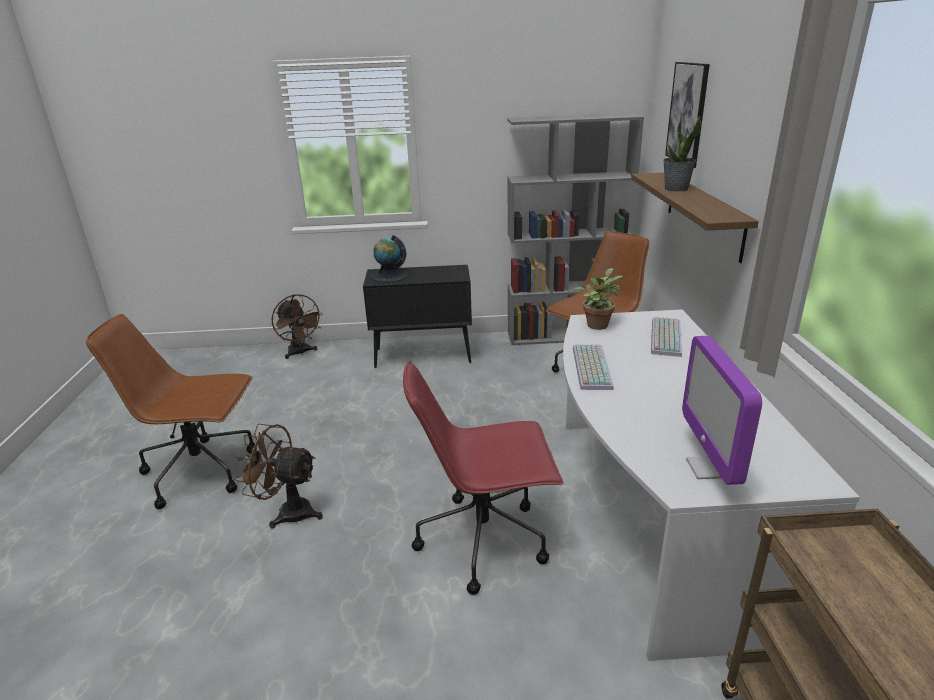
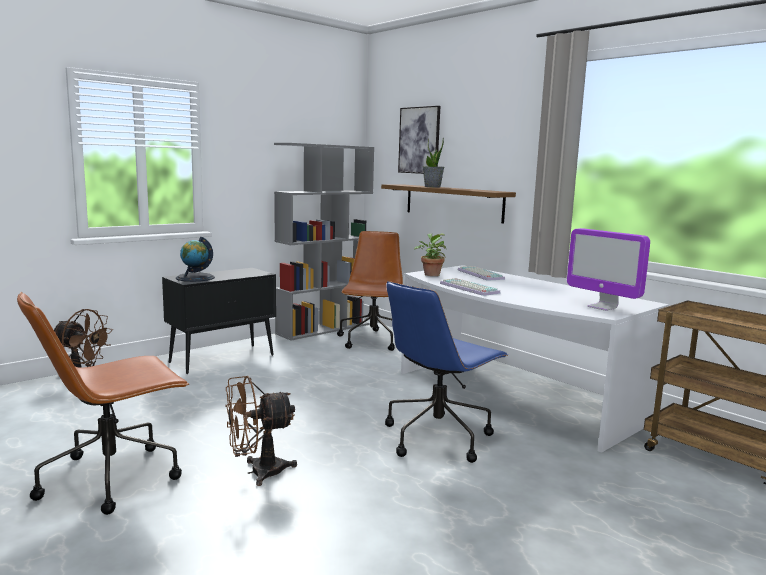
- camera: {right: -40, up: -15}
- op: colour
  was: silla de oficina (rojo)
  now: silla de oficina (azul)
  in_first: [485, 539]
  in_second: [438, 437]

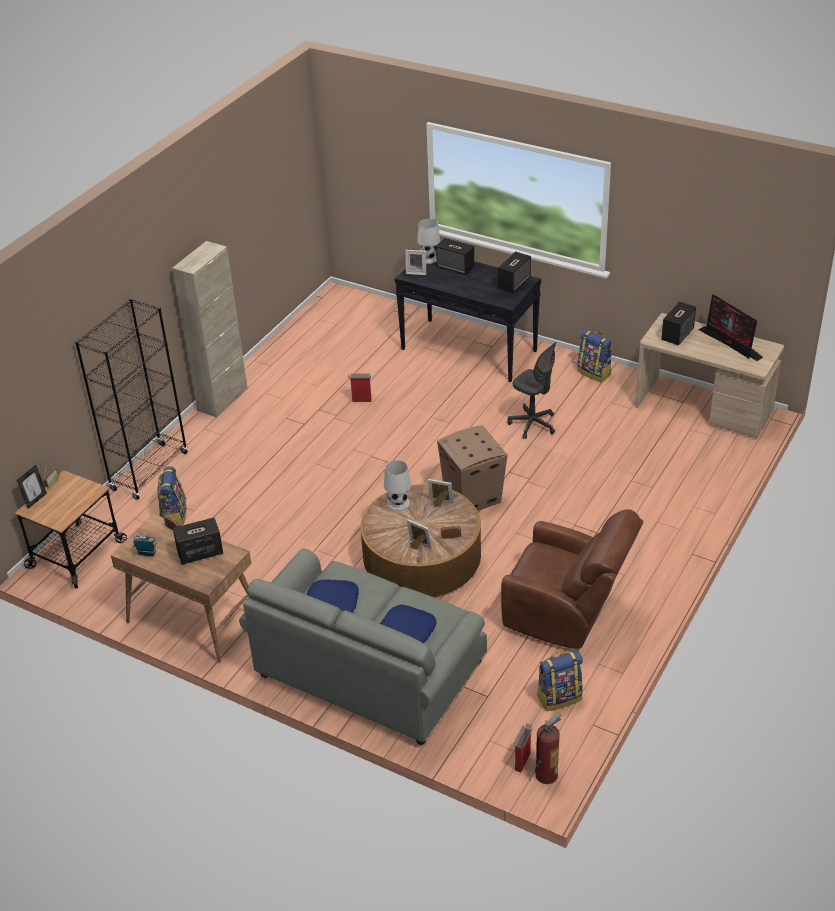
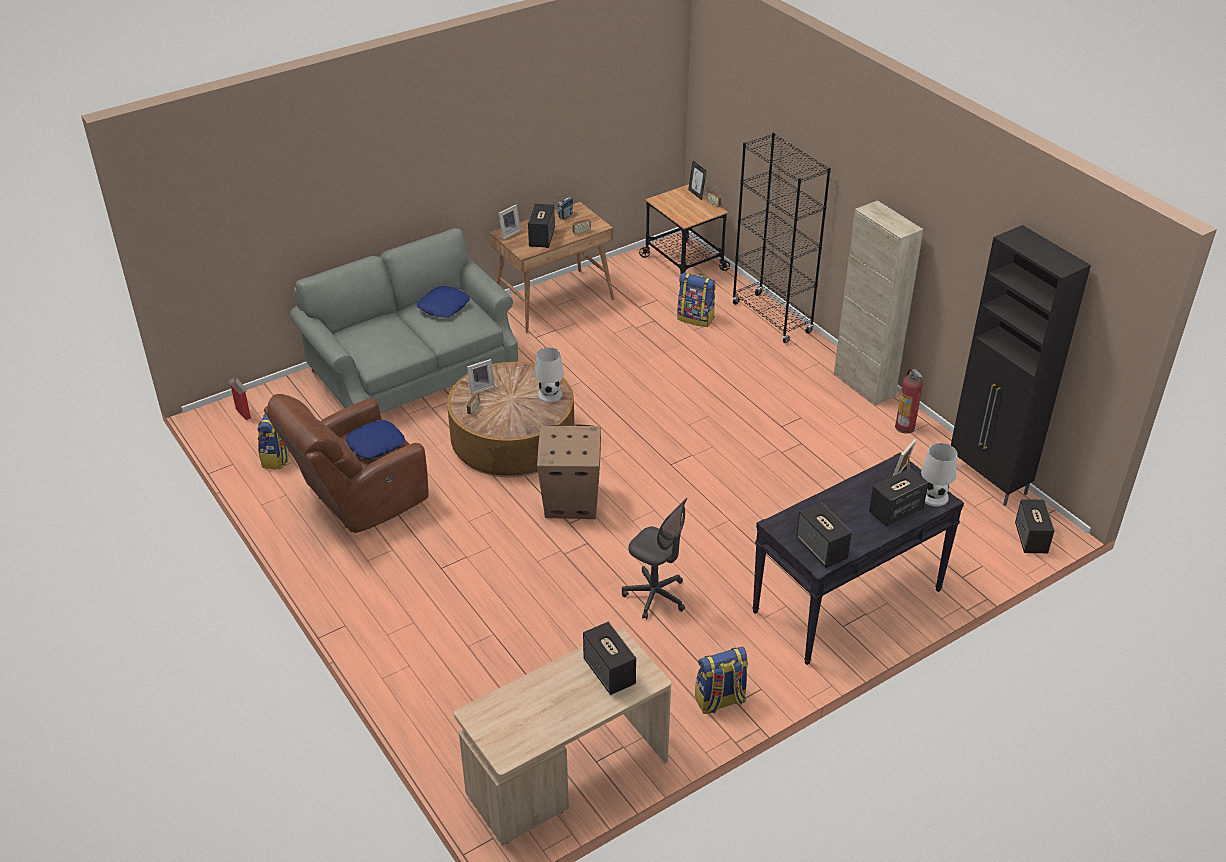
- camera: {right: 115, up: 0}
- op: missing
  was: caja de cartón
  in_first: [361, 400]
- op: missing
  was: monitor
  in_first: [730, 344]
- op: appeared
  now: armario (negro)
  in_second: [988, 480]
- op: appeared
  now: altavoz
  in_second: [1031, 539]
- op: relocated
  was: cojín (azul)
  in_first: [407, 630]
  in_second: [375, 444]
- op: relocated
  was: portarretratos
  in_first: [440, 503]
  in_second: [508, 233]
- op: relocated
  was: extintor
  in_first: [546, 774]
  in_second: [905, 427]
- op: spun
  was: silla de oficina (gris)
  in_first: [533, 424]
  in_second: [655, 596]
  clockwise: -120

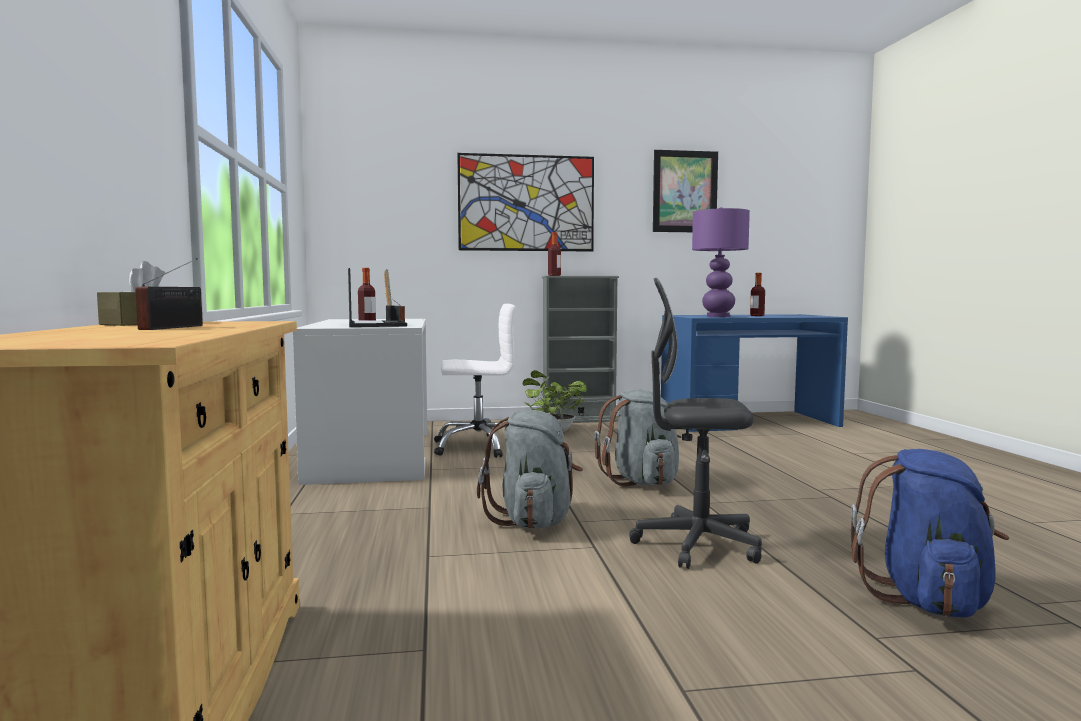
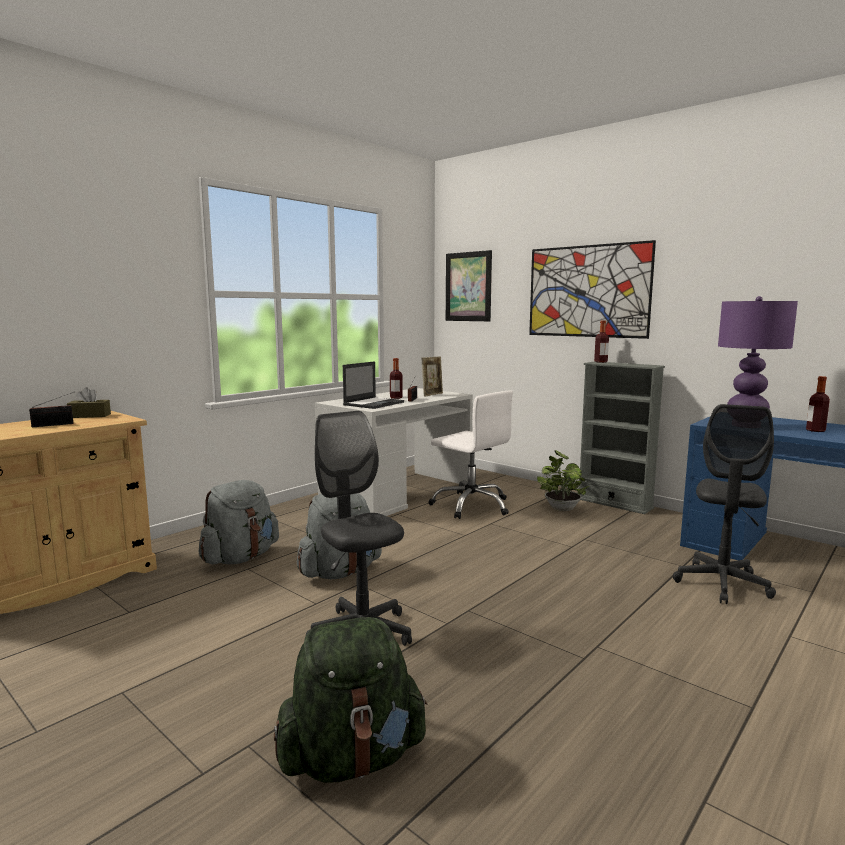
- camera: {right: 50, up: 5}
- op: appeared
  now: silla de oficina (gris)
  in_second: [722, 584]
- op: relocated
  was: mochila (gris)
  in_first: [642, 482]
  in_second: [240, 558]
- op: relocated
  was: cuadro
  in_first: [685, 191]
  in_second: [468, 286]
- op: colour
  was: mochila (azul)
  now: mochila (verde)
  in_first: [927, 599]
  in_second: [352, 758]

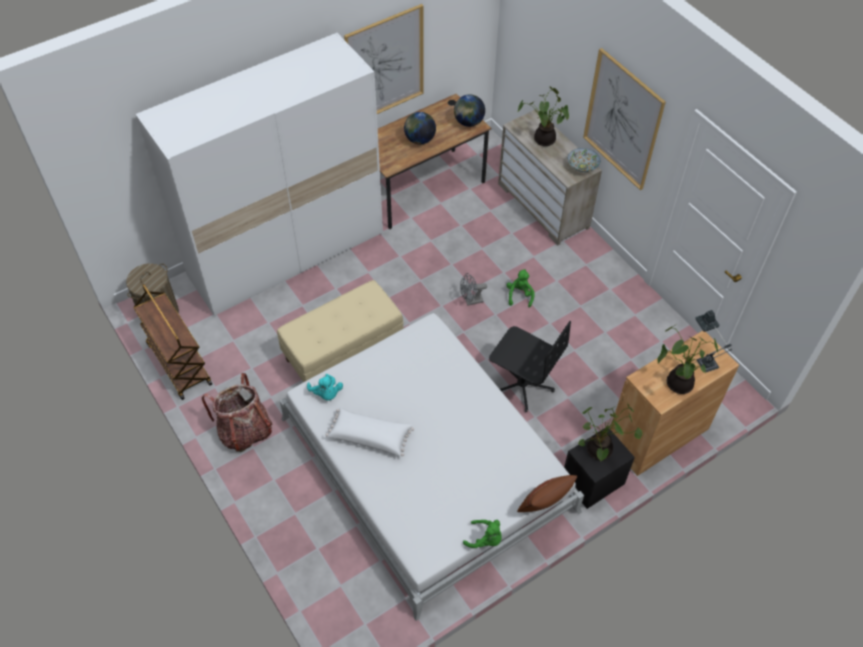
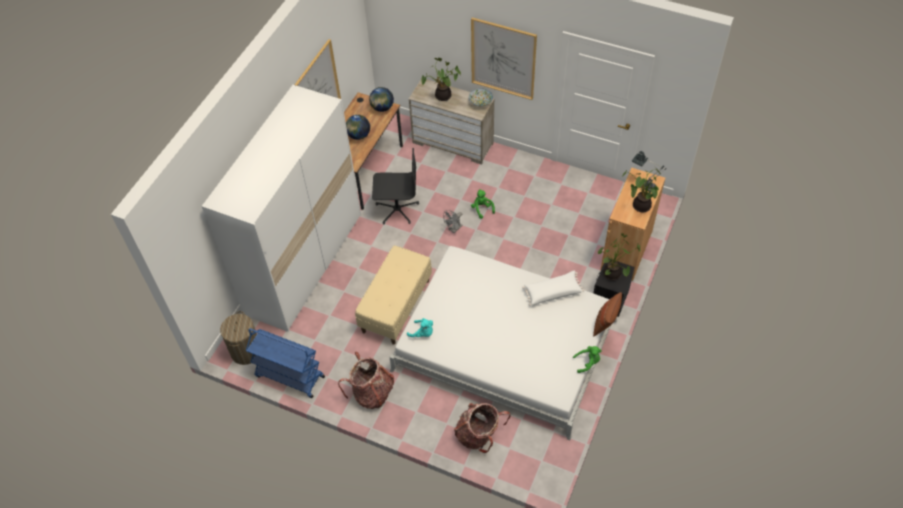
- camera: {right: -30, up: 0}
- op: appeared
  now: mochila
  in_second: [479, 434]
- op: relocated
  was: cojín (blanco)
  in_first: [370, 436]
  in_second: [552, 292]
- op: relocated
  was: silla de oficina (negro)
  in_first: [522, 384]
  in_second: [397, 209]
- op: colour
  was: carrito (marrón)
  now: carrito (azul)
  in_first: [179, 364]
  in_second: [289, 376]

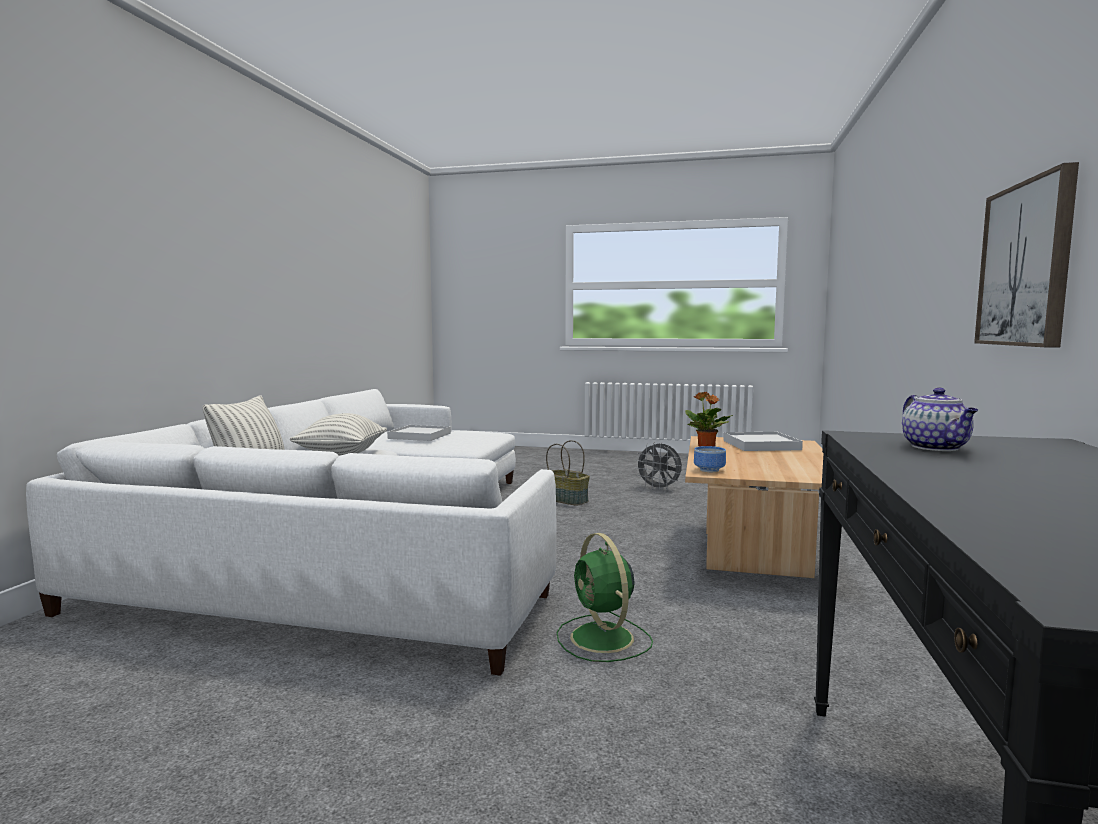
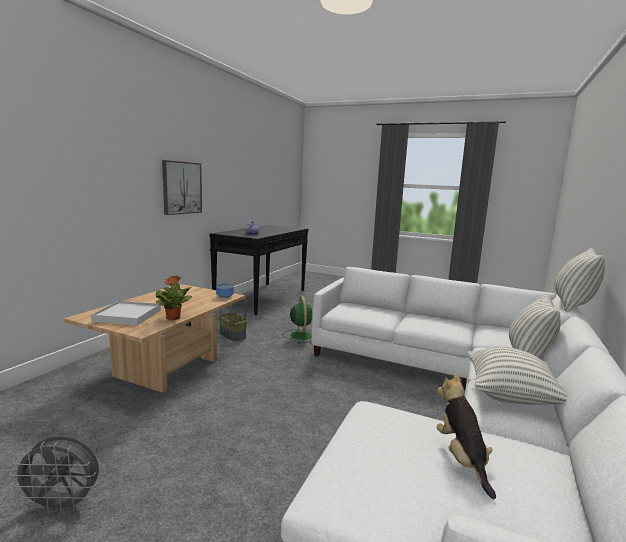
- camera: {right: -170, up: 5}
- op: appeared
  now: cojín
  in_second: [572, 305]
- op: relocated
  was: cesta
  in_first: [567, 500]
  in_second: [232, 335]
- op: exchanged
  was: bandeja (blanco)
  now: peluche
  in_first: [419, 436]
  in_second: [462, 459]
- op: spun
  was: ventilador (gris)
  in_first: [659, 489]
  in_second: [63, 505]
  clockwise: 135

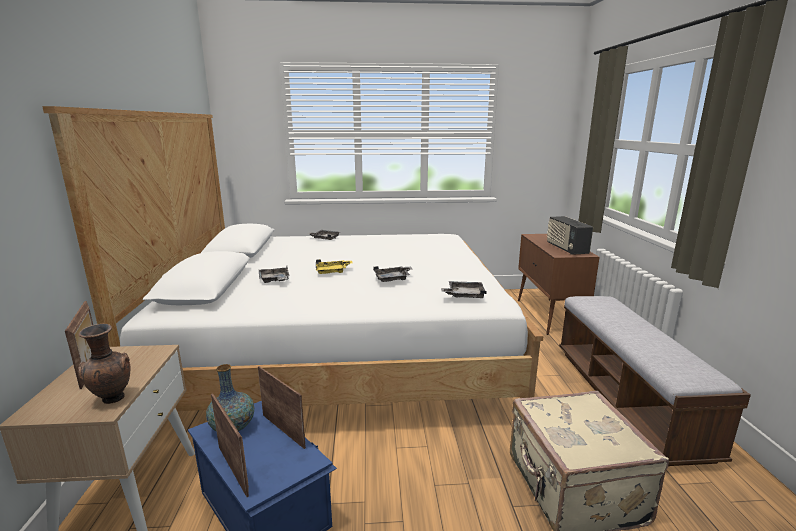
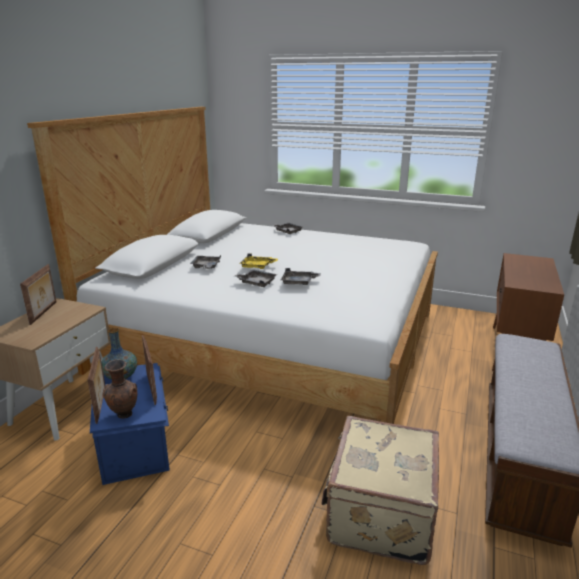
- camera: {right: 25, up: 5}
- op: missing
  was: radio
  in_first: [566, 249]
- op: relocated
  was: florero (marrón)
  in_first: [112, 400]
  in_second: [123, 415]
- op: relocated
  was: bandeja (gris)
  in_first: [464, 295]
  in_second: [256, 283]

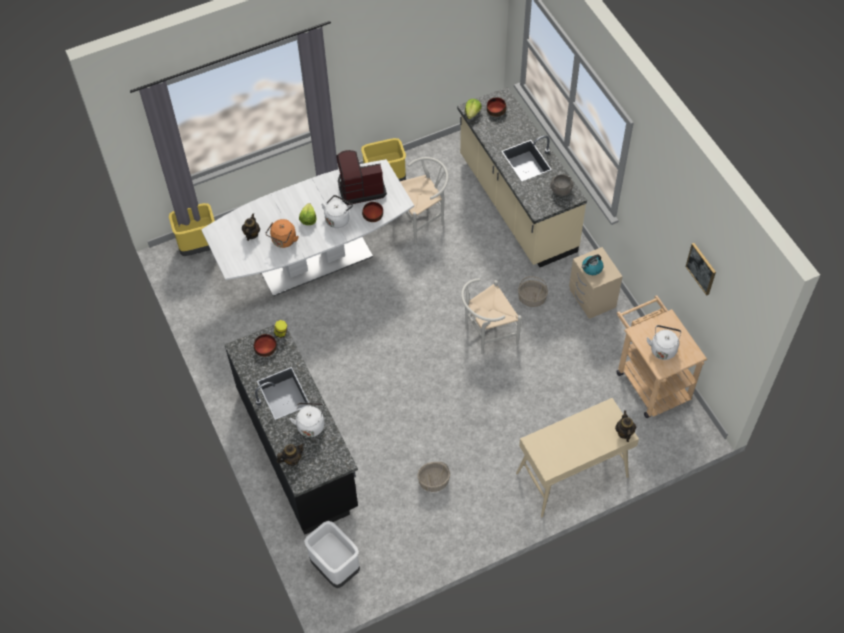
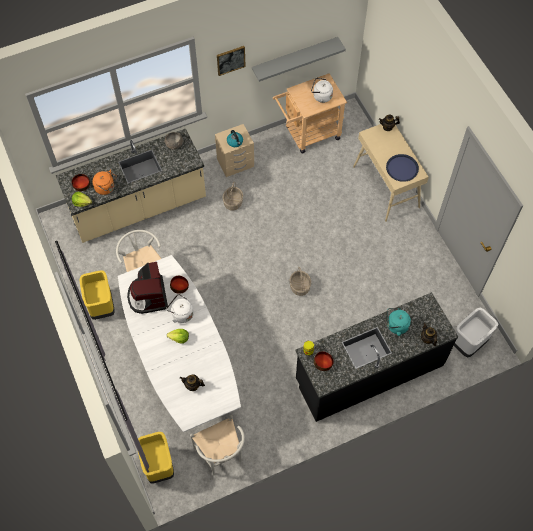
- camera: {right: -90, up: 5}
- op: appeared
  now: estante (gris)
  in_second: [294, 58]
- op: appeared
  now: bandeja (azul)
  in_second: [402, 168]
- op: relocated
  was: hervidor (naranja)
  in_first: [283, 241]
  in_second: [106, 188]
- op: relocated
  was: cesta
  in_first: [433, 481]
  in_second: [300, 287]
- op: relocated
  was: silla (blanco)
  in_first: [486, 335]
  in_second: [221, 456]
- op: relocated
  was: cuadro
  in_first: [701, 268]
  in_second: [230, 60]
- op: colour
  was: hervidor (blanco)
  now: hervidor (turquesa)
  in_first: [310, 425]
  in_second: [396, 326]

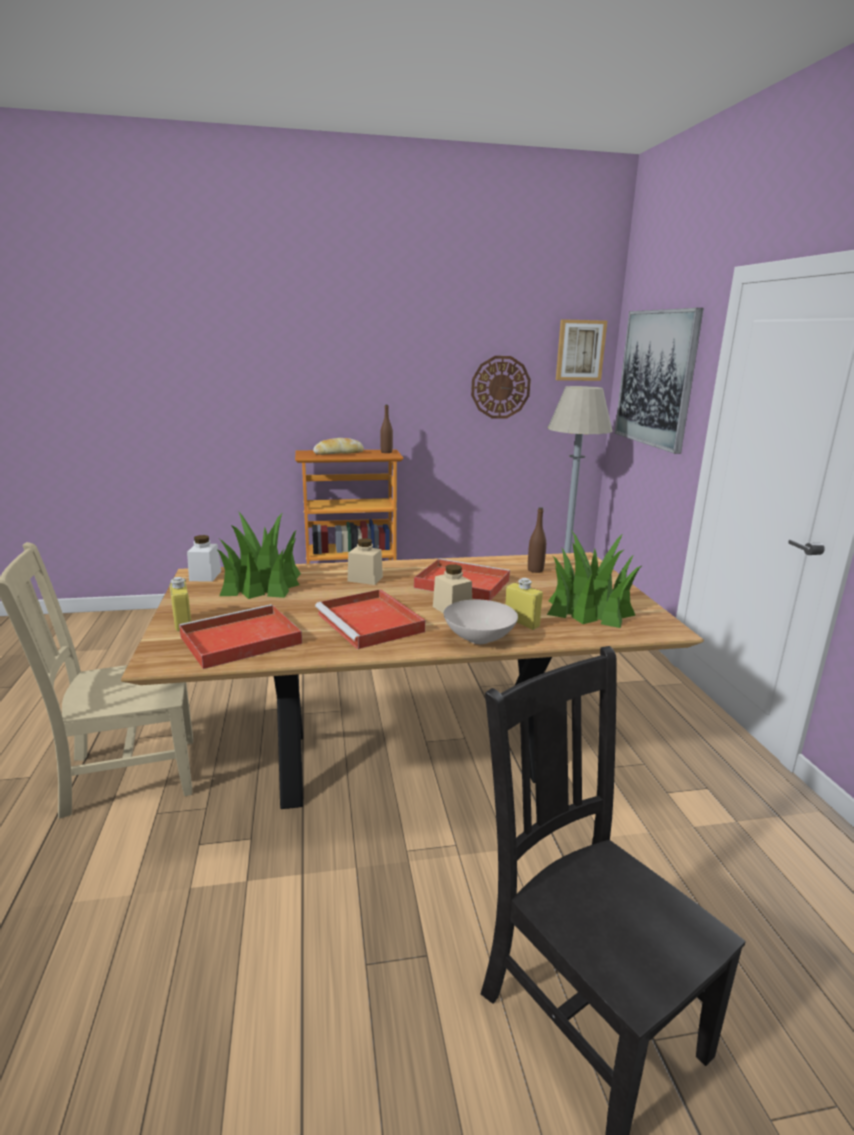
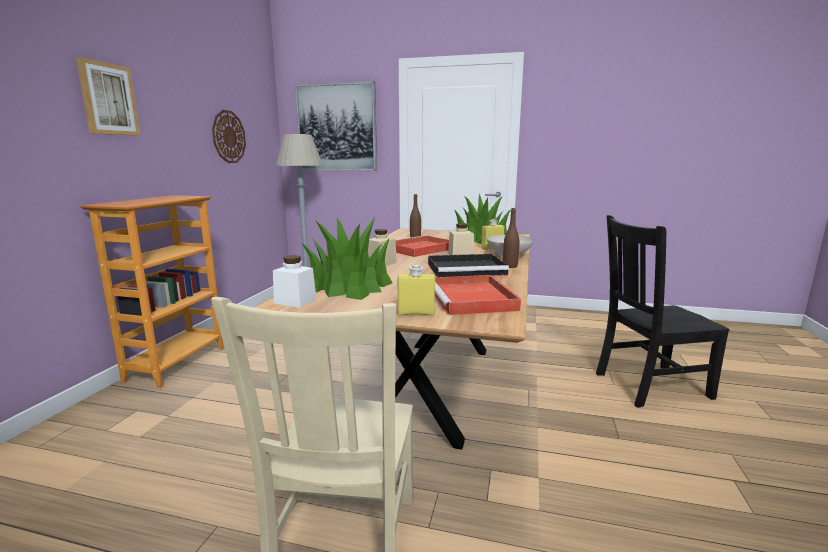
- camera: {right: -65, up: -5}
- op: missing
  was: pan
  in_first: [338, 453]
- op: relocated
  was: botella (marrón)
  in_first: [386, 452]
  in_second: [510, 266]
- op: relocated
  was: cuadro
  in_first: [580, 350]
  in_second: [108, 99]
- op: colour
  was: bandeja (rojo)
  now: bandeja (negro)
  in_first: [371, 623]
  in_second: [467, 269]

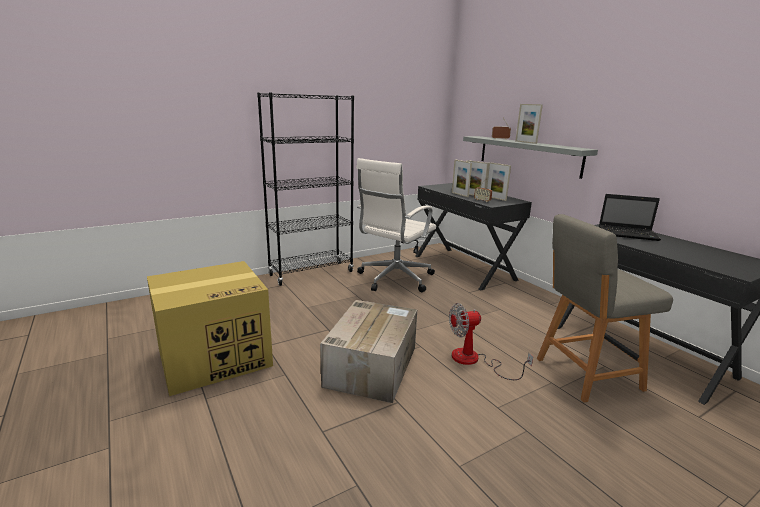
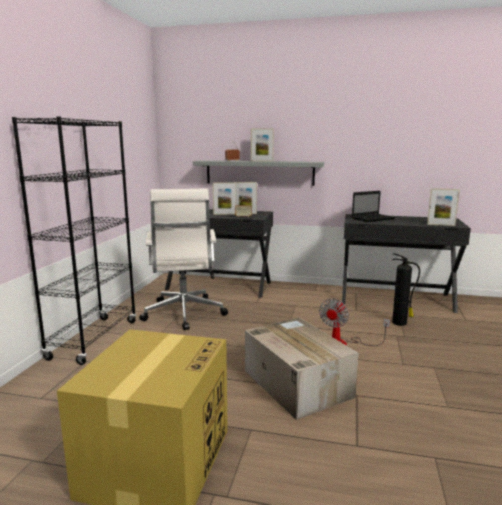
- camera: {right: -45, up: -5}
- op: relocated
  was: portarretratos
  in_first: [459, 194]
  in_second: [441, 225]
- op: exchanged
  was: silla (gris)
  now: extintor
  in_first: [585, 374]
  in_second: [400, 323]

